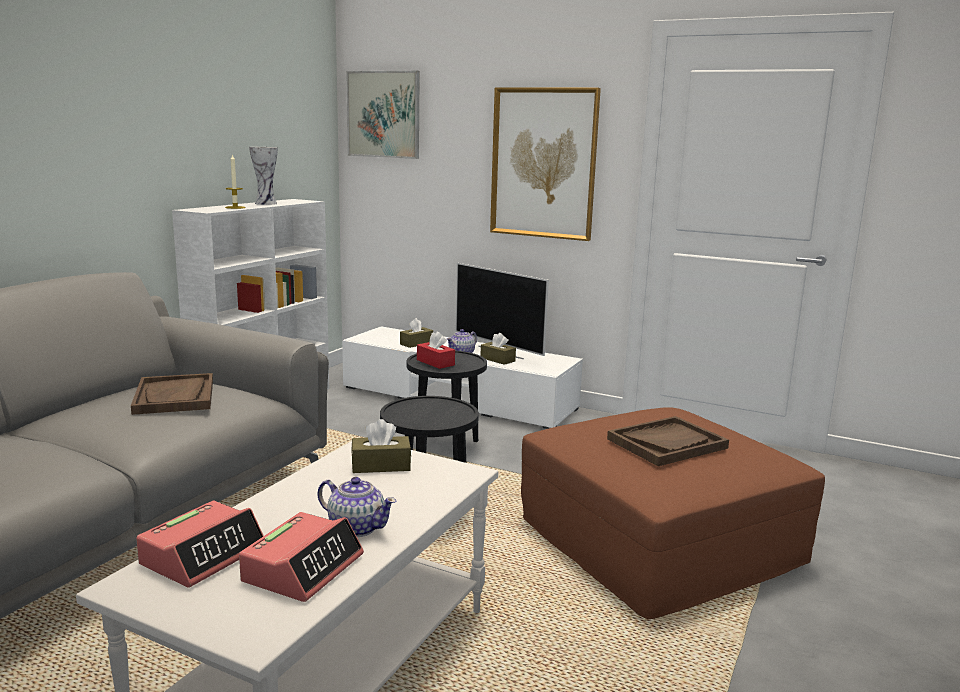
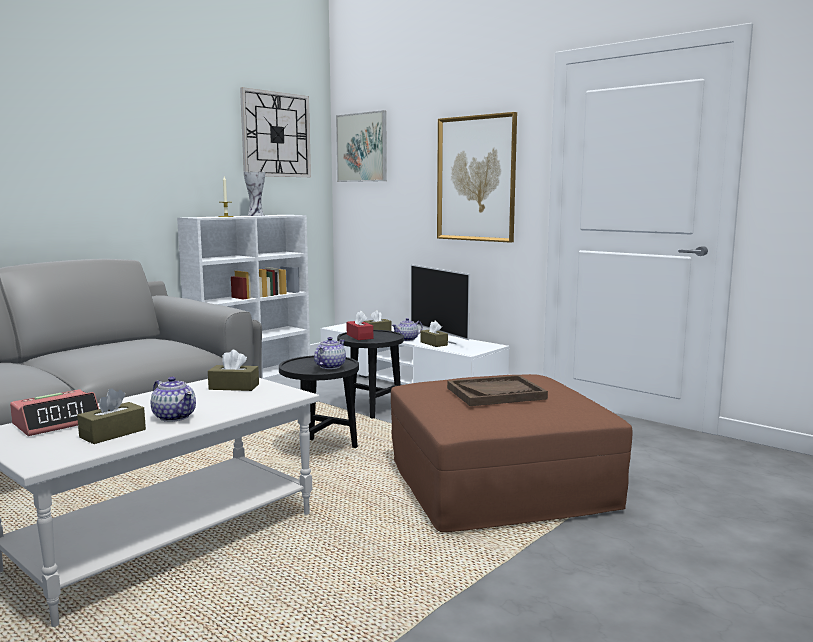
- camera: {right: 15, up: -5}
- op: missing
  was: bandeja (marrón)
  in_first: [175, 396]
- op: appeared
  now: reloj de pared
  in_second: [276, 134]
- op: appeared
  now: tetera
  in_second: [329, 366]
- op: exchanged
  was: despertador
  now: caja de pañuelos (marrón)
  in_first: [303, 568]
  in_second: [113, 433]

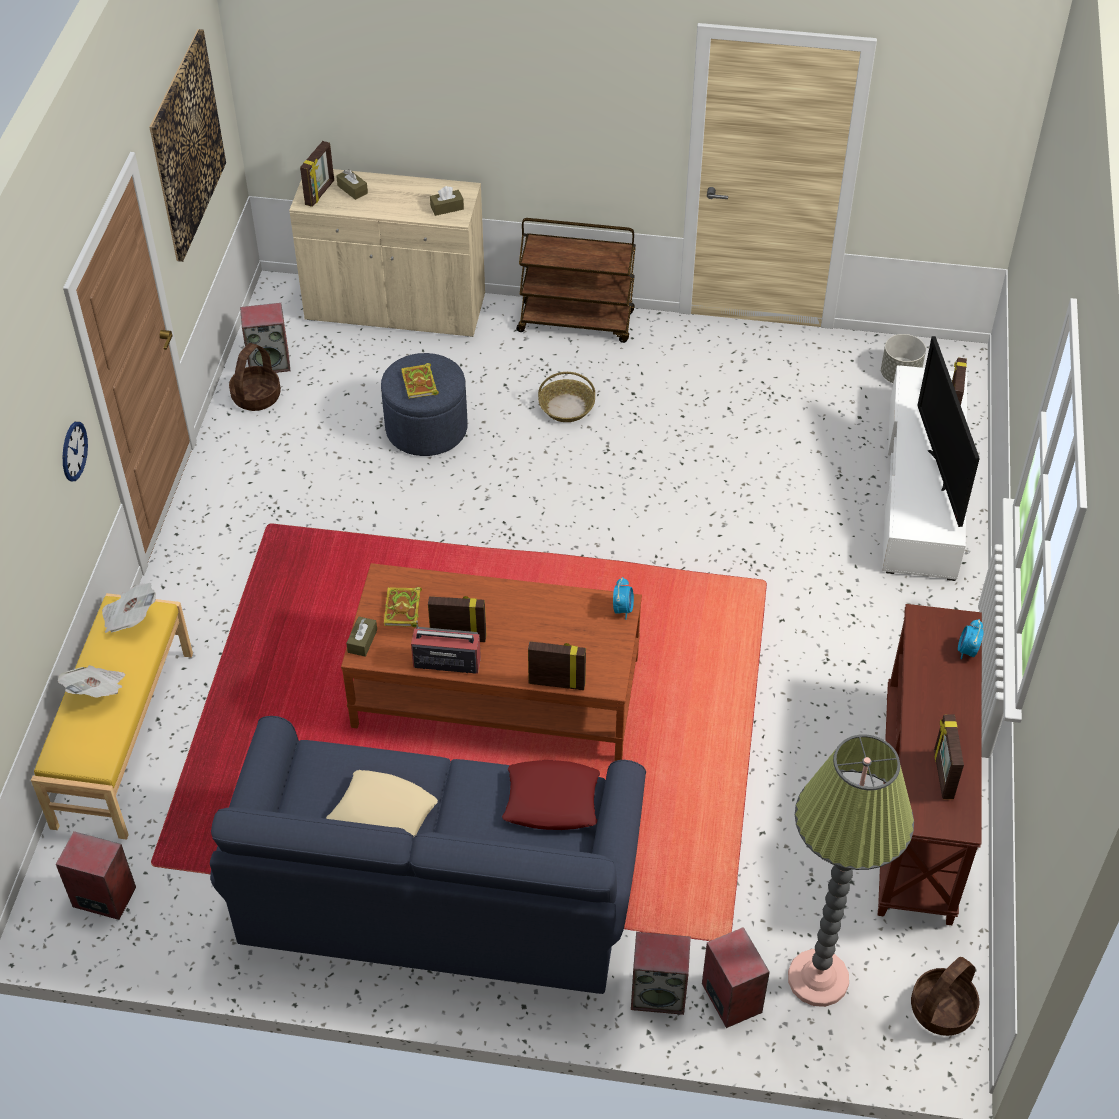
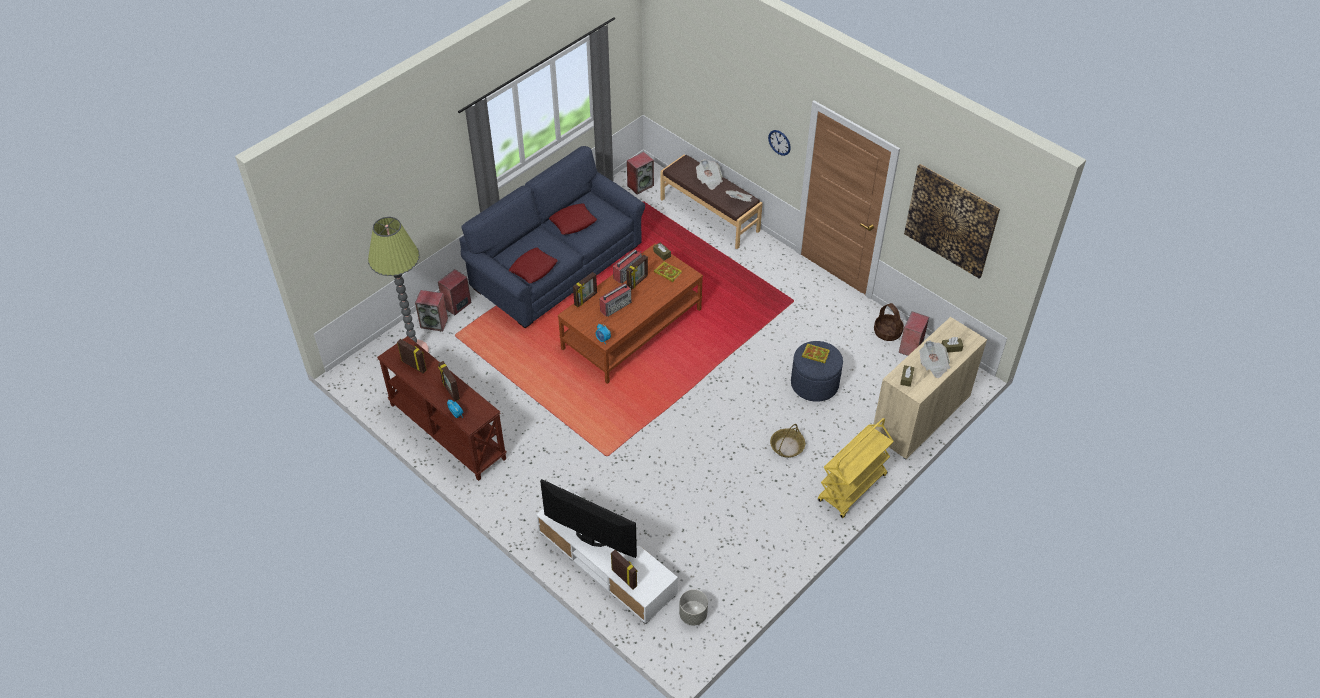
- camera: {right: 125, up: 0}
- op: missing
  was: cesta
  in_first: [942, 1008]
- op: appeared
  now: radio
  in_second: [616, 306]
- op: appeared
  now: periódico
  in_second: [933, 365]
- op: relocated
  was: portarretratos
  in_first: [320, 193]
  in_second: [450, 391]
- op: colour
  was: banco (amarillo)
  now: banco (marrón)
  in_first: [122, 737]
  in_second: [710, 214]
- op: colour
  was: cojín (beis)
  now: cojín (rojo)
  in_first: [382, 816]
  in_second: [573, 222]
- op: colour
  was: carrito (marrón)
  now: carrito (amarillo)
  in_first: [577, 322]
  in_second: [852, 488]

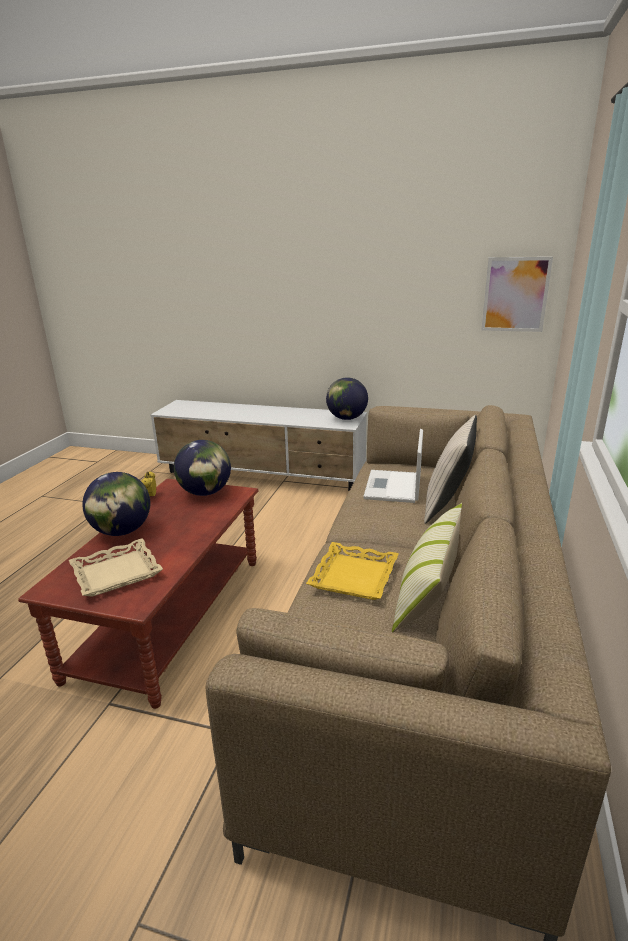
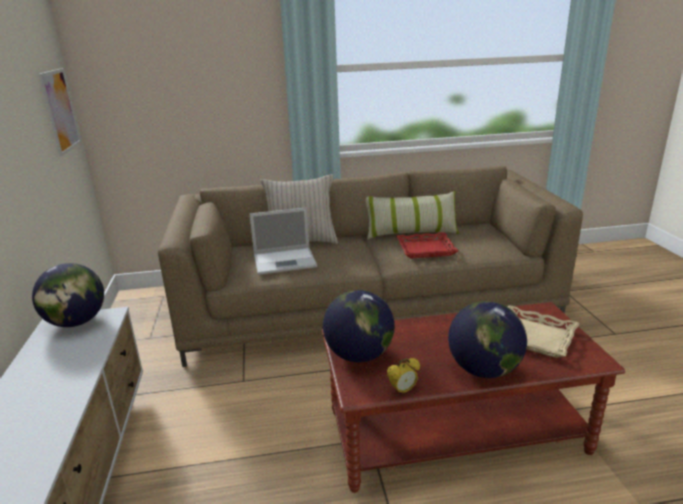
- camera: {right: -115, up: 0}
- op: colour
  was: bandeja (amarillo)
  now: bandeja (rojo)
  in_first: [354, 577]
  in_second: [426, 249]

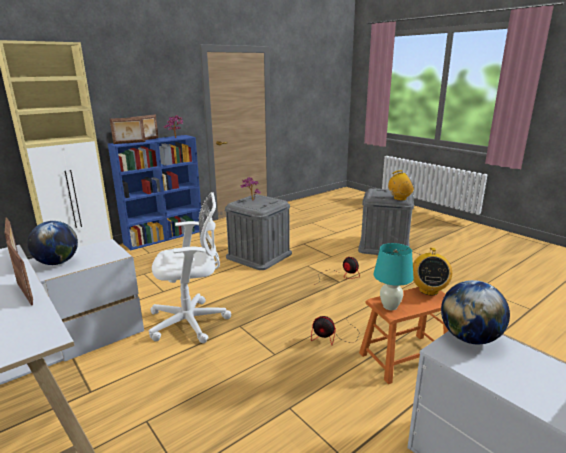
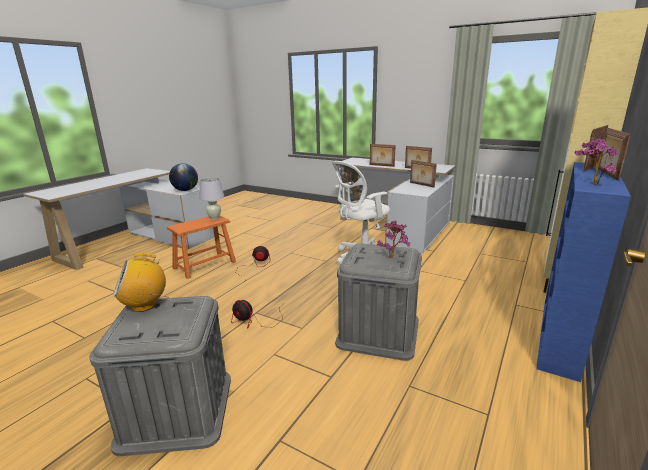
- camera: {right: 160, up: 0}
- op: missing
  was: radio
  in_first: [428, 290]
- op: exchanged
  was: globo terráqueo
  now: portarretratos
  in_first: [57, 262]
  in_second: [421, 185]
- op: colour
  was: lámpara de mesa (turquesa)
  now: lámpara de mesa (blanco)
  in_first: [390, 306]
  in_second: [214, 218]

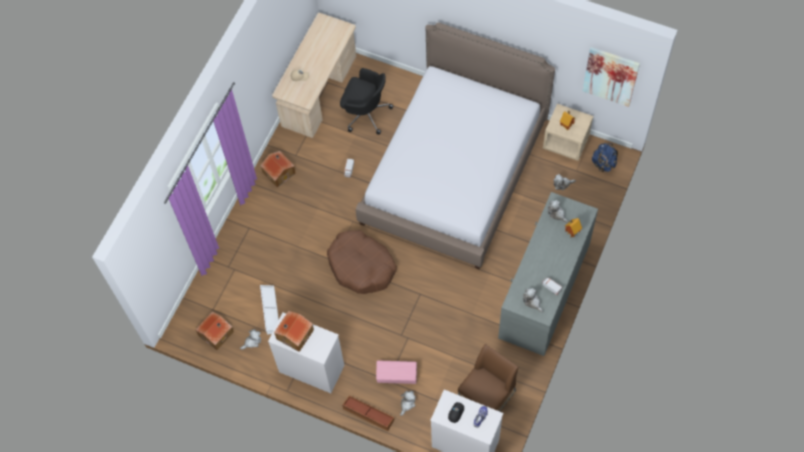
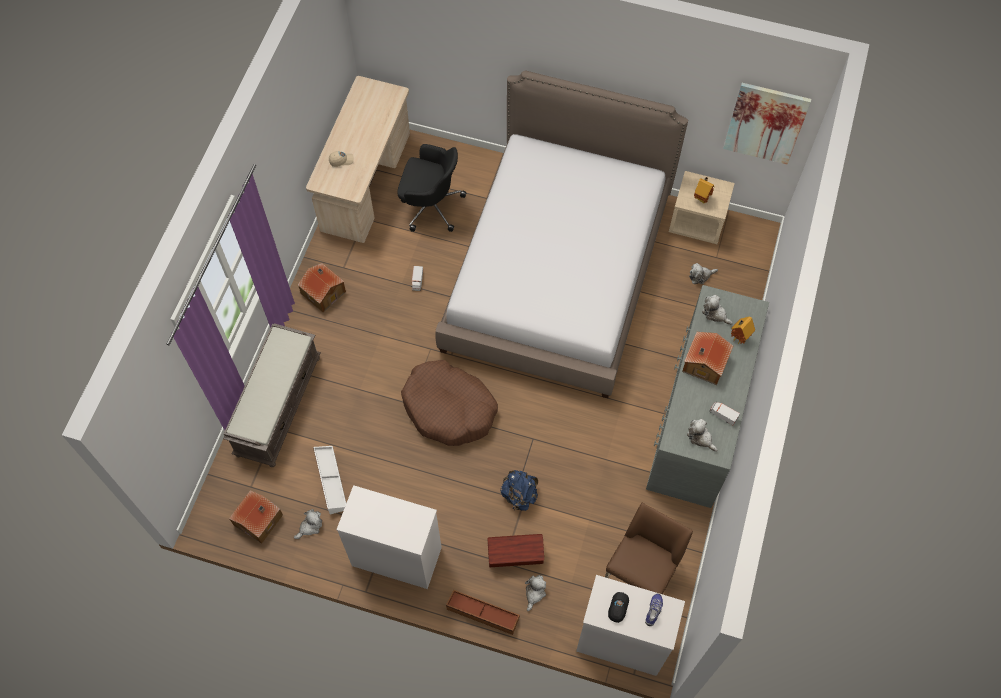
- camera: {right: -10, up: 0}
- op: appeared
  now: banco (marrón)
  in_second: [278, 405]
- op: relocated
  was: casita
  in_first: [294, 334]
  in_second: [704, 363]
- op: relocated
  was: mochila (azul)
  in_first: [603, 163]
  in_second: [519, 495]
- op: colour
  was: caja de almacenaje (rosa)
  now: caja de almacenaje (marrón)
  in_first: [397, 375]
  in_second: [516, 554]

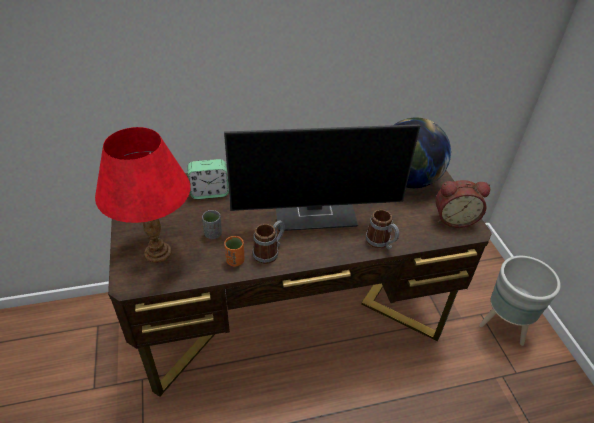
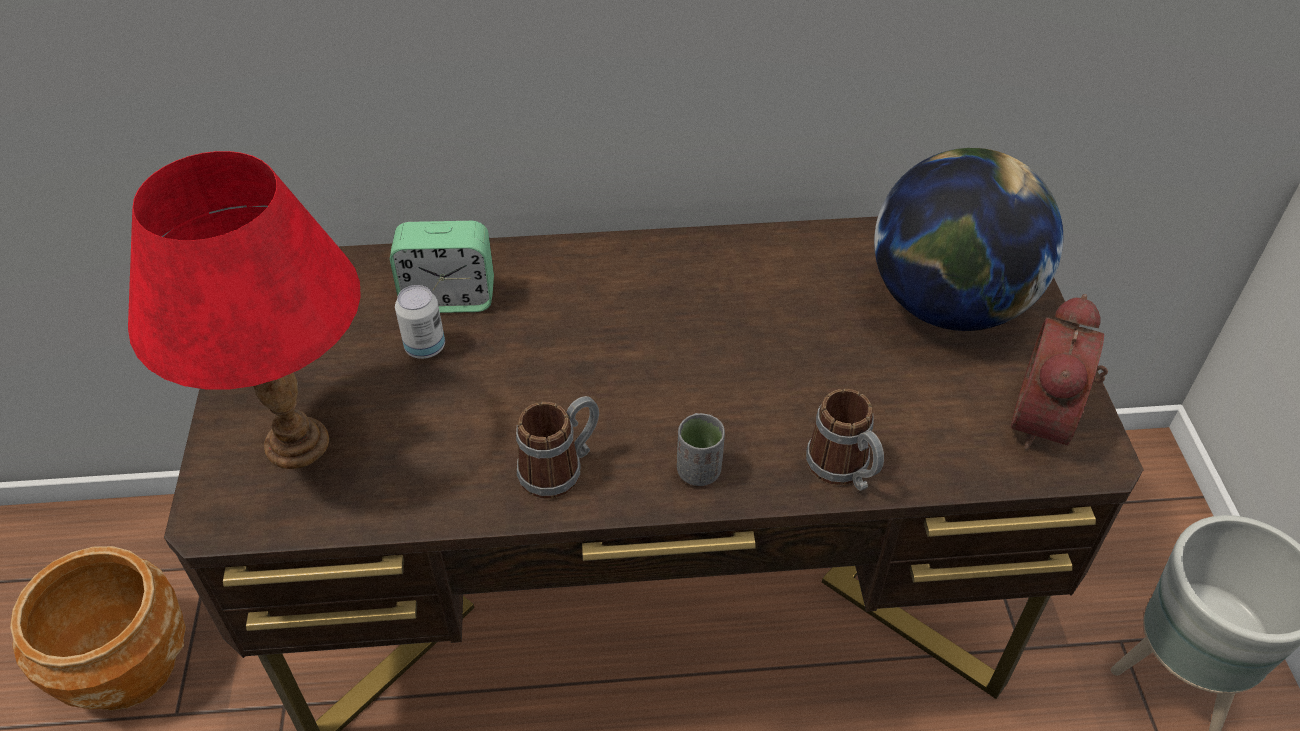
- camera: {right: 10, up: 5}
- op: missing
  was: monitor
  in_first: [316, 212]
- op: missing
  was: taza (naranja)
  in_first: [235, 261]
- op: appeared
  now: maceta (marrón)
  in_second: [127, 664]
- op: appeared
  now: lata
  in_second: [425, 347]
- op: relocated
  was: taza (gris)
  in_first: [213, 234]
  in_second: [699, 471]
- op: spun
  was: despertador
  in_first: [454, 218]
  in_second: [1049, 421]
  clockwise: 105

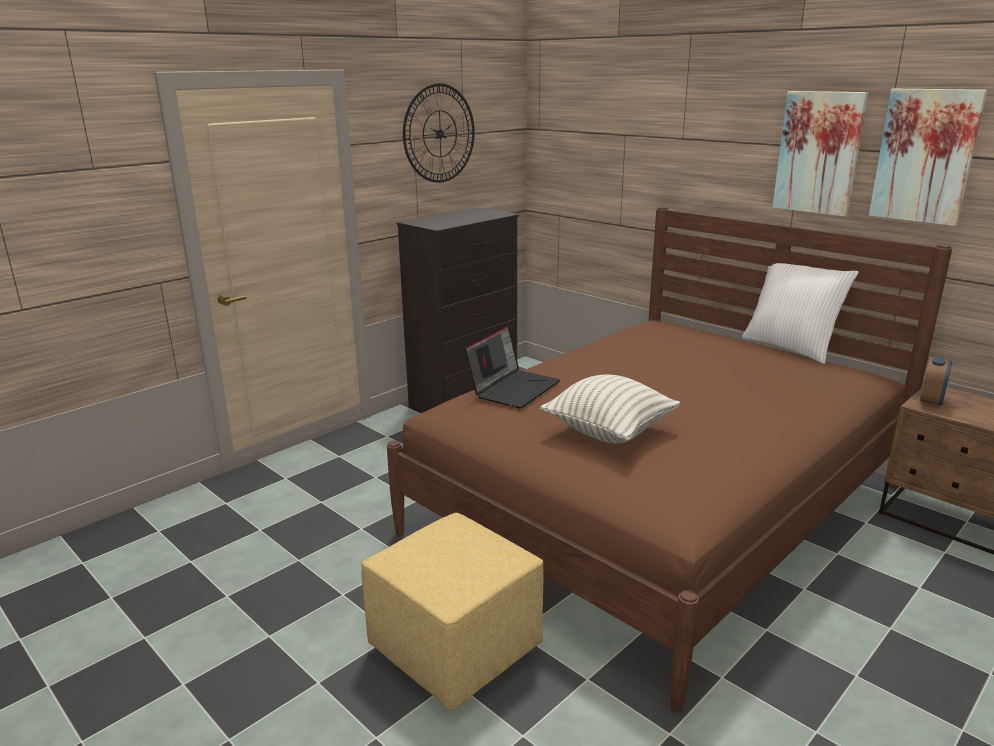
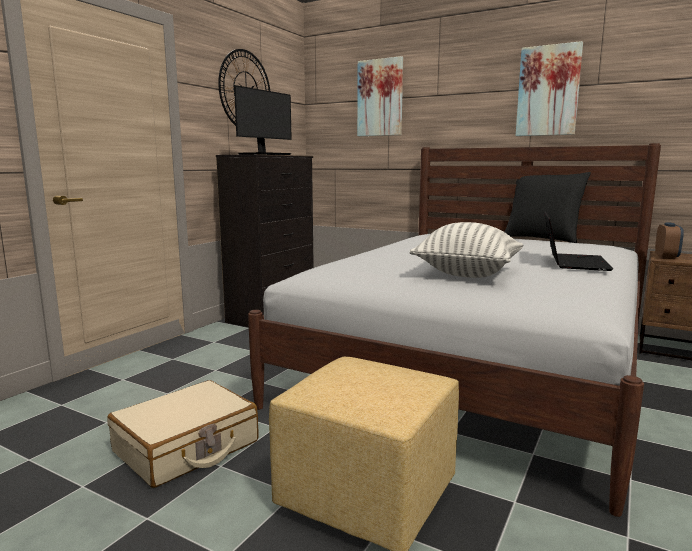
- camera: {right: -15, up: -10}
- op: appeared
  now: maleta (beis)
  in_second: [187, 447]
- op: appeared
  now: monitor
  in_second: [264, 154]
- op: relocated
  was: portátil
  in_first: [513, 388]
  in_second: [572, 262]
- op: relocated
  was: cuadro
  in_first: [925, 156]
  in_second: [380, 98]
- op: colour
  was: cama (marrón)
  now: cama (blanco)
  in_first: [658, 507]
  in_second: [477, 366]
- op: colour
  was: cojín (blanco)
  now: cojín (negro)
  in_first: [790, 347]
  in_second: [542, 239]

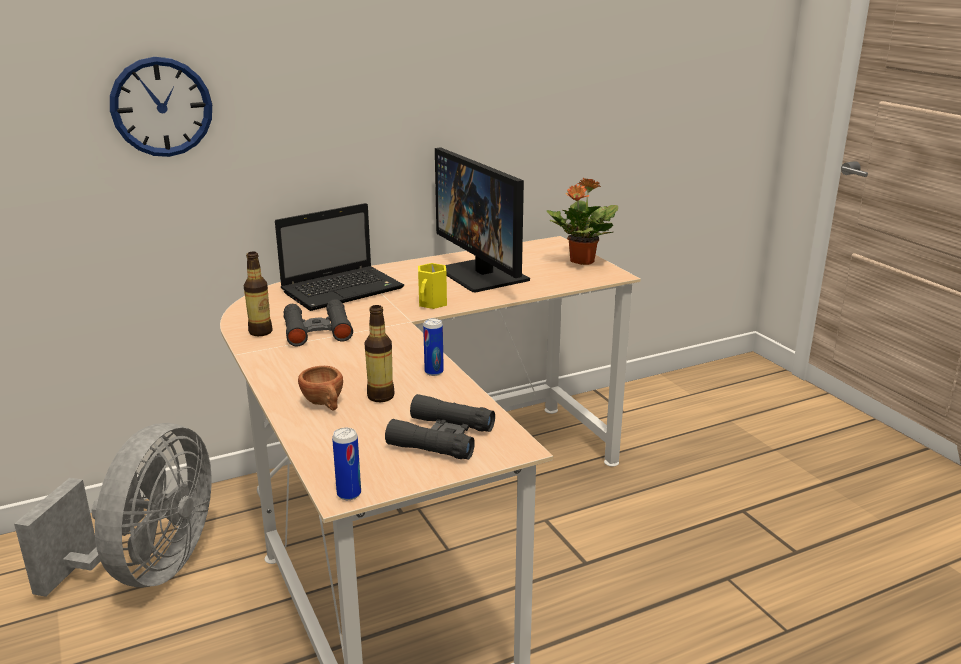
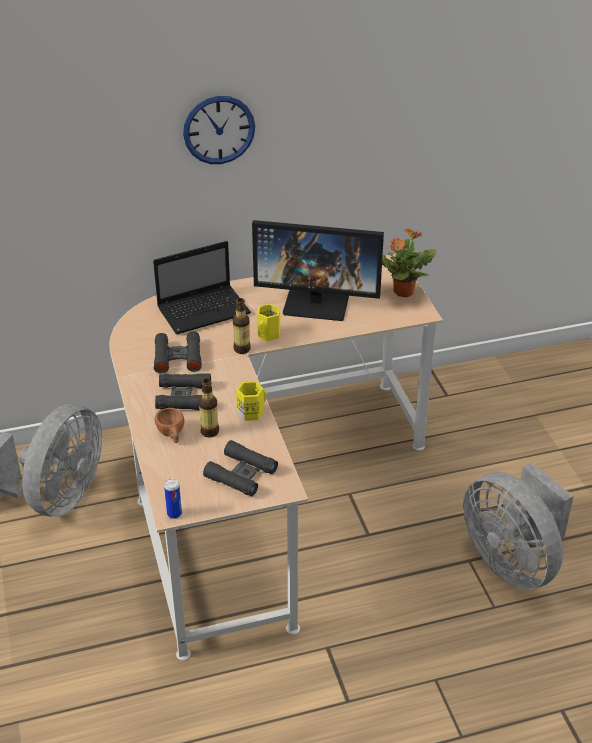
- camera: {right: 10, up: 15}
- op: appeared
  now: prismáticos (negro)
  in_second: [184, 397]
- op: appeared
  now: ventilador (gris)
  in_second: [512, 561]
- op: relocated
  was: reloj de pared
  in_first: [161, 107]
  in_second: [219, 130]
- op: relocated
  was: botella
  in_first: [260, 332]
  in_second: [242, 349]
- op: exchanged
  was: lata
  now: taza grande (amarillo)
  in_first: [434, 372]
  in_second: [251, 411]
- op: spun
  was: monitor
  in_first: [483, 275]
  in_second: [317, 302]
  clockwise: -60

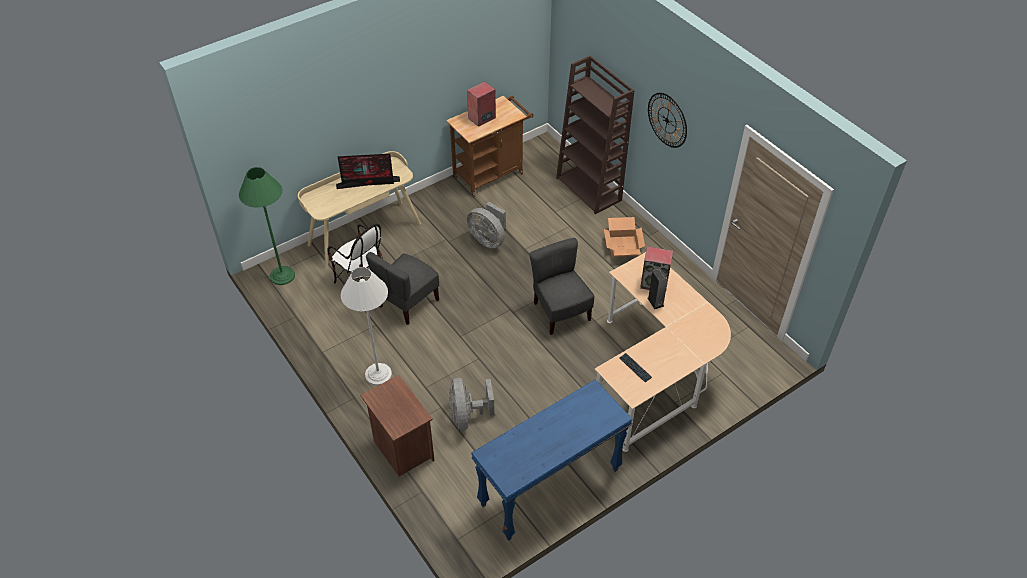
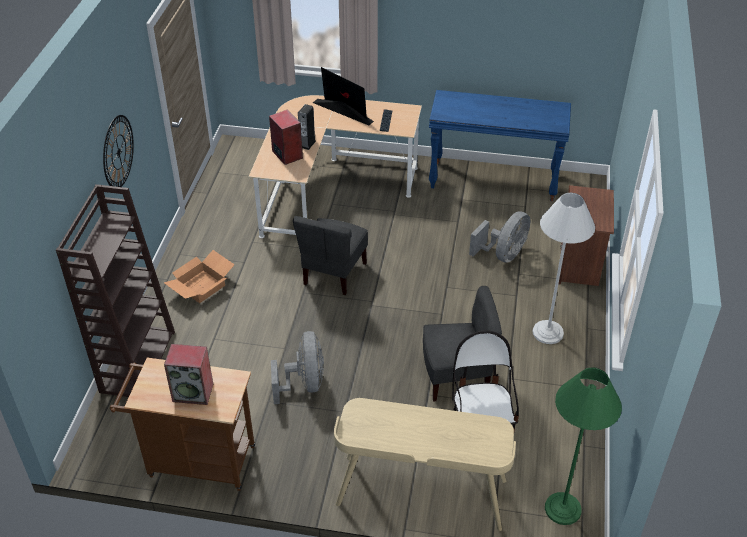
- camera: {right: -135, up: -5}
- op: relocated
  was: monitor
  in_first: [369, 182]
  in_second: [342, 111]

